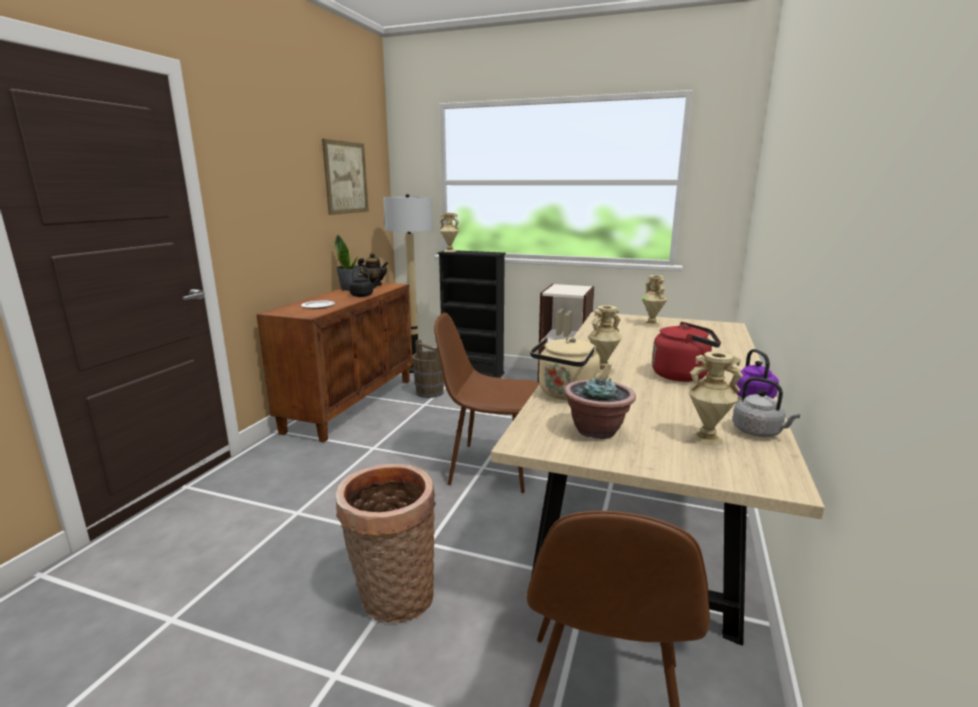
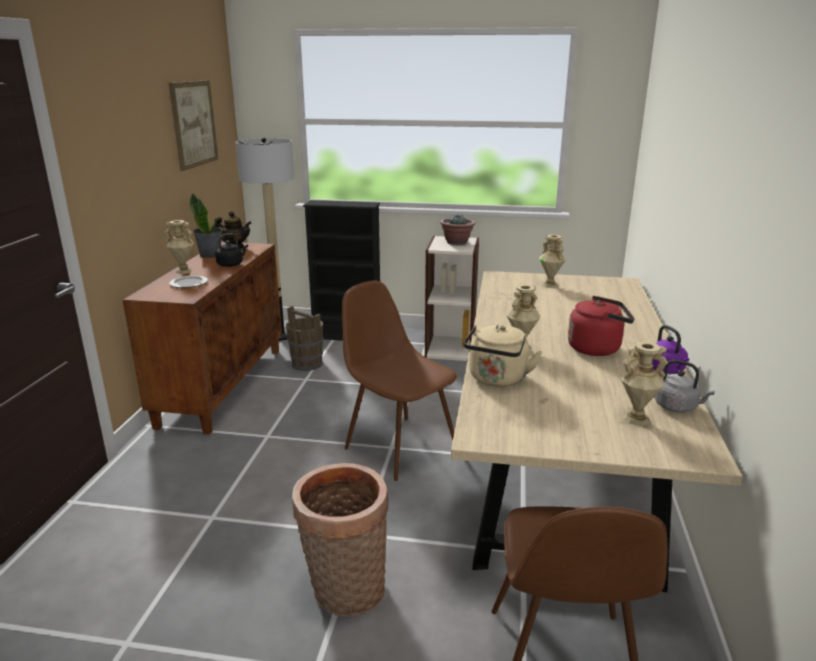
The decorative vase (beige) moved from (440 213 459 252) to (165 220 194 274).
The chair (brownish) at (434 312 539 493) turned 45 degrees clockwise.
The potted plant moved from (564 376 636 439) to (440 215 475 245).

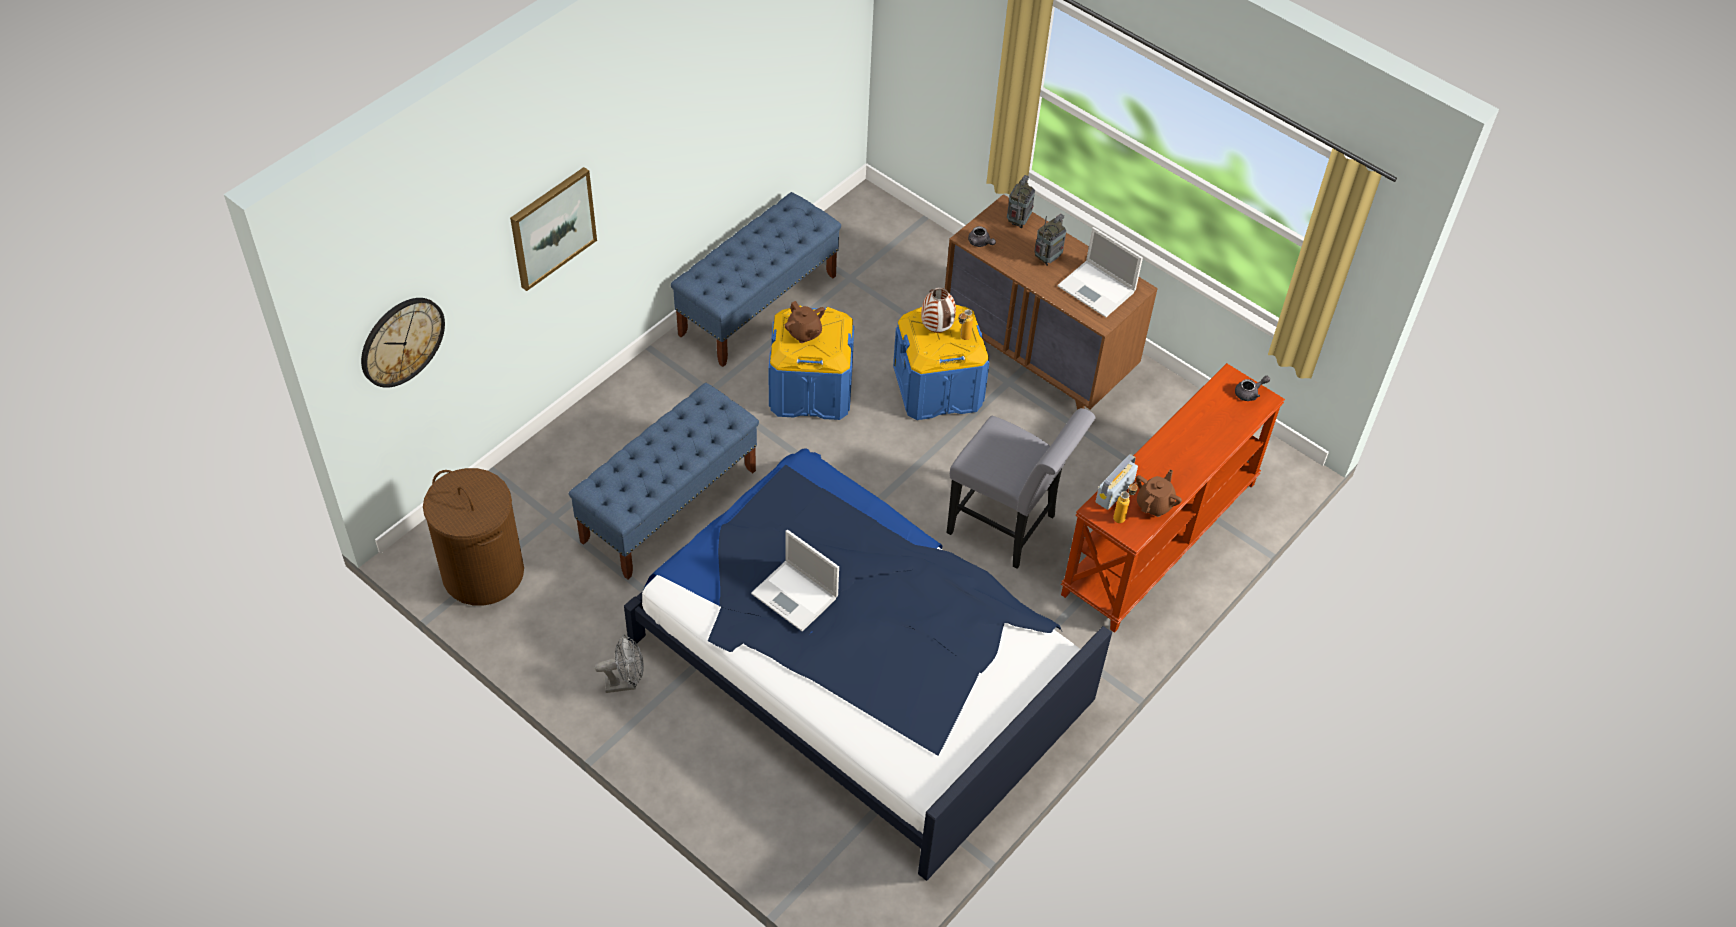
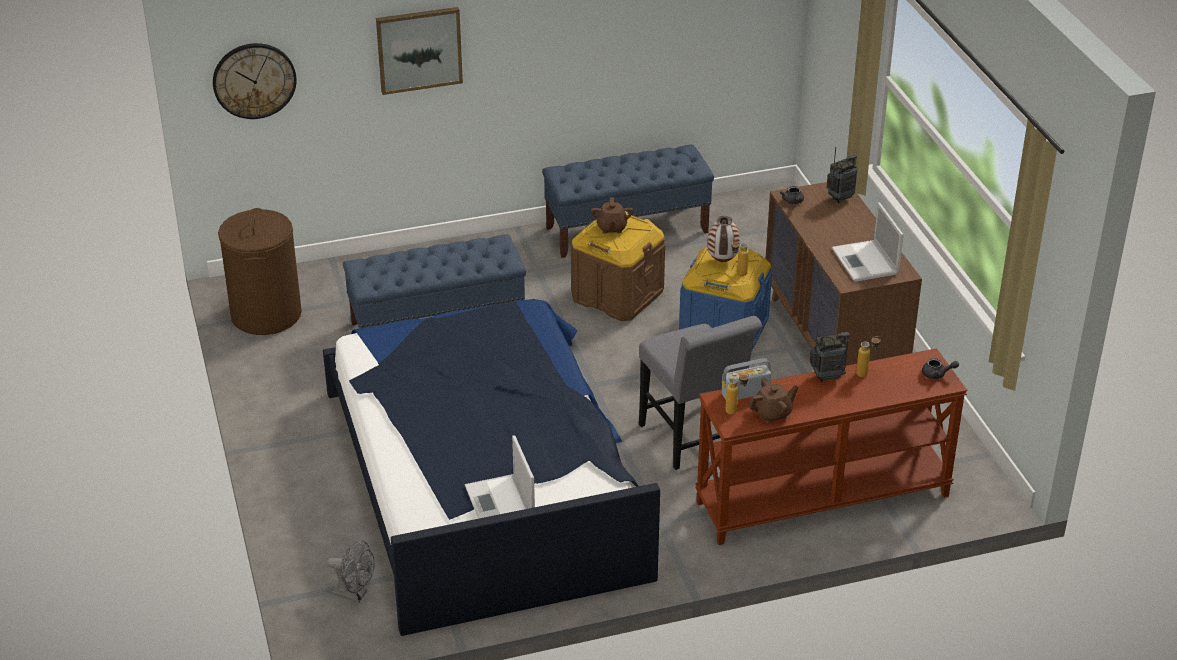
The electric fan (gray) moved from (595 635 644 693) to (327 540 375 602).
The notebook computer moved from (751 530 839 632) to (465 435 535 519).
The storage box (blue-coloured) at (768 306 854 420) became the storage box (brownish) at (571 211 665 322).
The radio set moved from (1034 214 1066 266) to (810 320 850 382).
The bottle at (856 336 881 377) appeared.

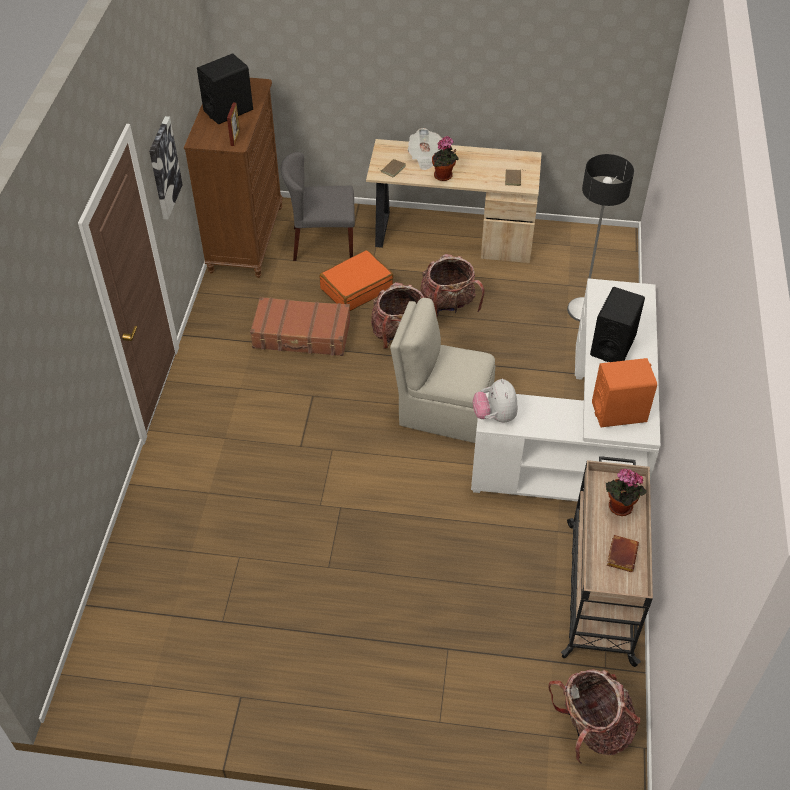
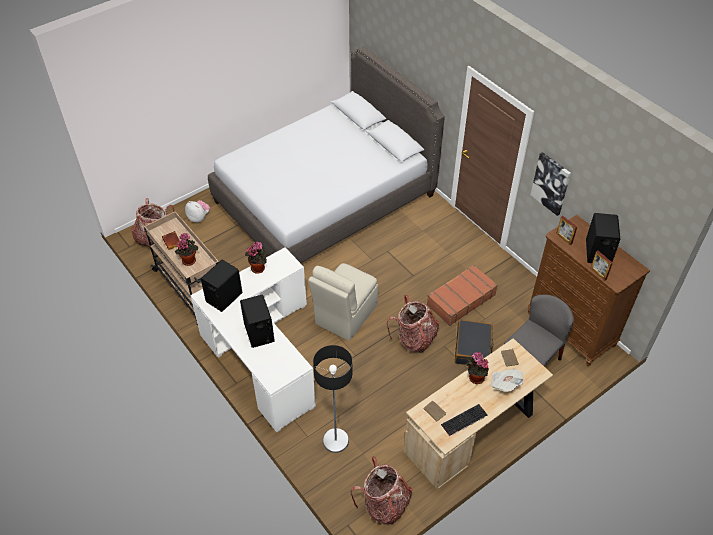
The soft toy moved from (473 379 518 422) to (185 200 210 223).
The audio speaker (orange-coloured) at (592 358 657 427) became the audio speaker (blackish) at (201 259 243 312).
The sleeping bed (gray) at (208 46 445 263) appeared.
The potted plant at (245 241 268 274) appeared.
The chair (beige) at (390 298 495 443) turned 150 degrees clockwise.
The backpack moved from (420 254 485 317) to (351 456 413 525).
The computer keyboard at (441 404 487 436) appeared.
The suitcase (orange-coloured) at (320 250 393 311) became the suitcase (blackish) at (455 320 494 365).
The standing frame at (591 251 613 281) appeared.

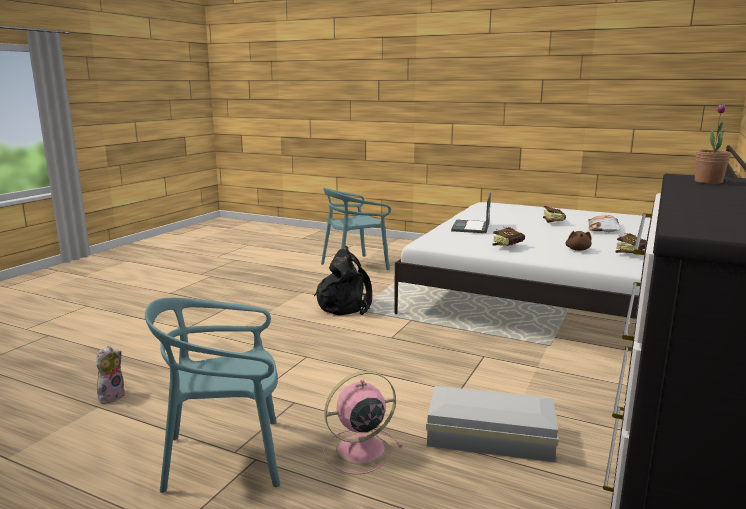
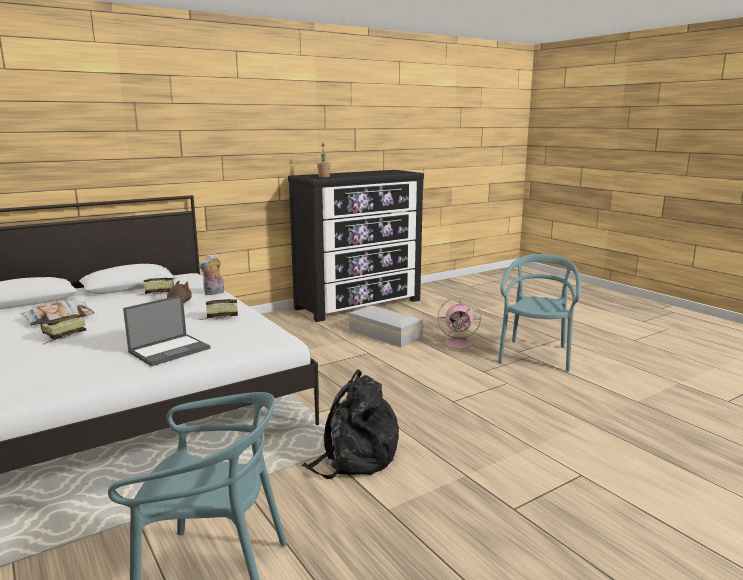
The soft toy moved from (96 346 125 404) to (199 254 224 295).
The chair (turquoise) at (145 298 280 493) turned 90 degrees counterclockwise.

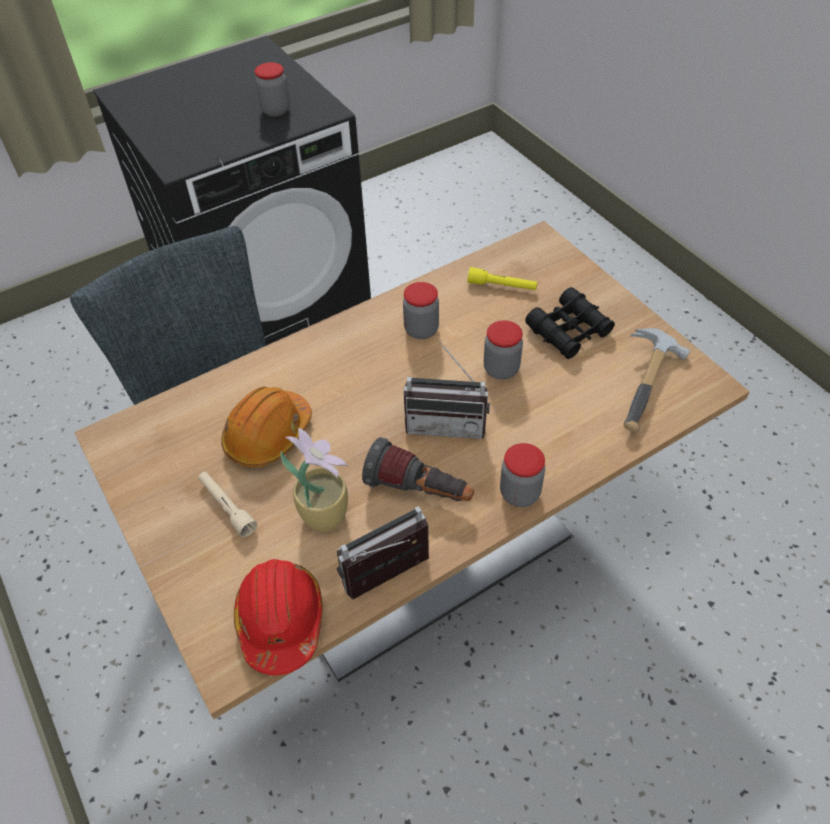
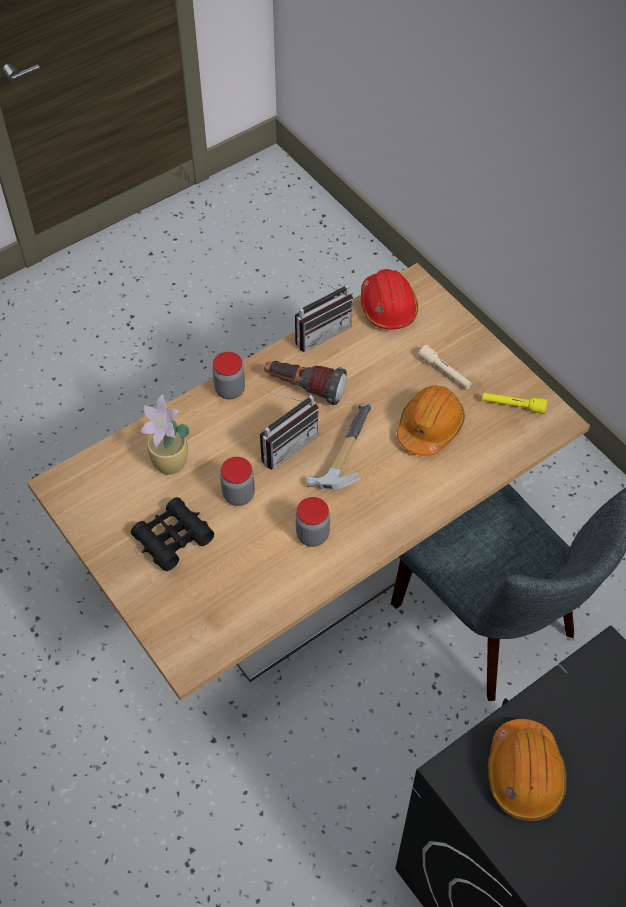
The potted plant moved from (281 428 348 532) to (141 394 190 475).
The radio set at (403 342 490 439) turned 135 degrees clockwise.
The hand hammer moved from (624 328 690 432) to (306 403 371 490).
The torch (yellow) moved from (468 267 537 290) to (482 393 547 414).
The jar at (254 62 290 117) was replaced by the work helmet (orange-coloured) at (488 719 567 821).

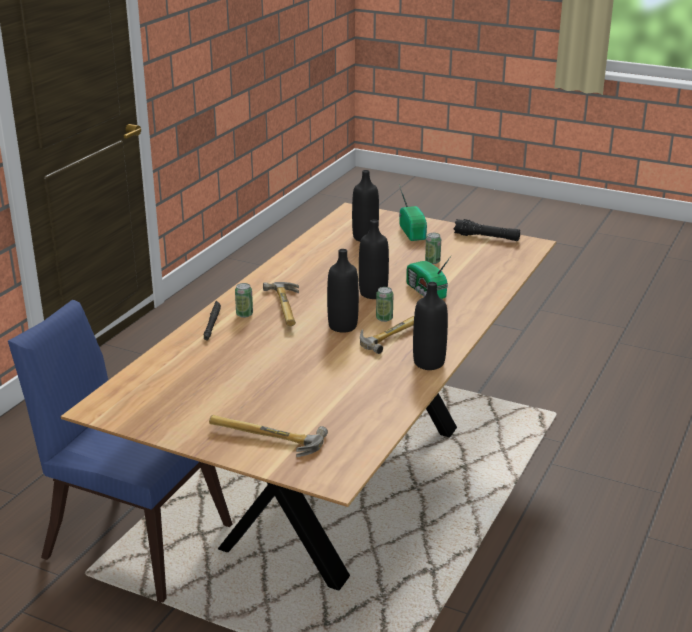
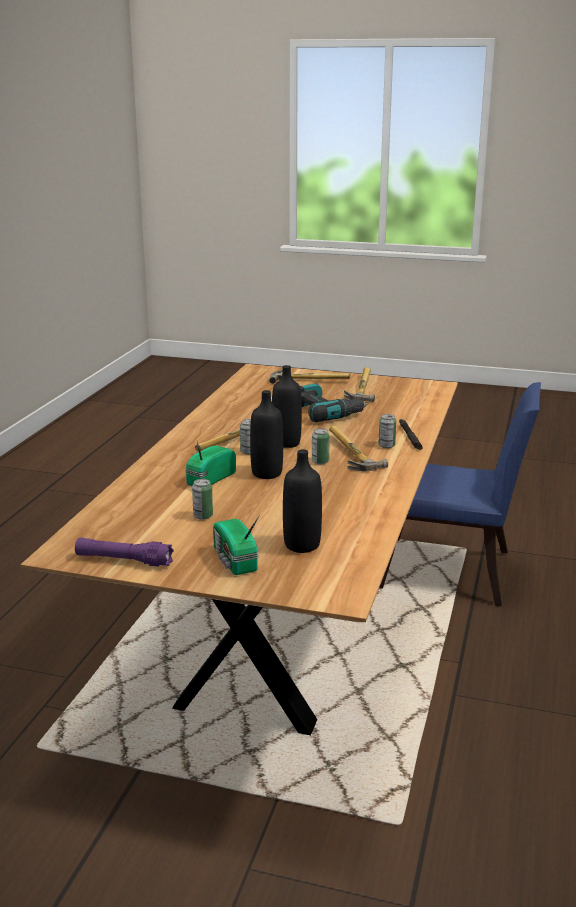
The torch (blackish) at (454 219 520 241) became the torch (purple) at (75 538 174 567).
The radio set at (407 255 452 299) turned 105 degrees counterclockwise.
The electric drill at (300 383 368 422) appeared.
The metal can at (312 428 330 464) appeared.
The hand hammer at (344 367 375 402) appeared.
The bottle (blackish) at (413 282 448 370) disappeared.

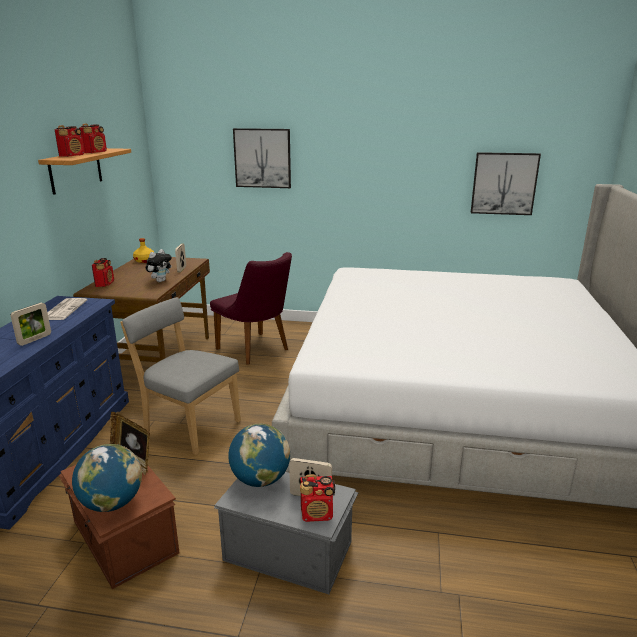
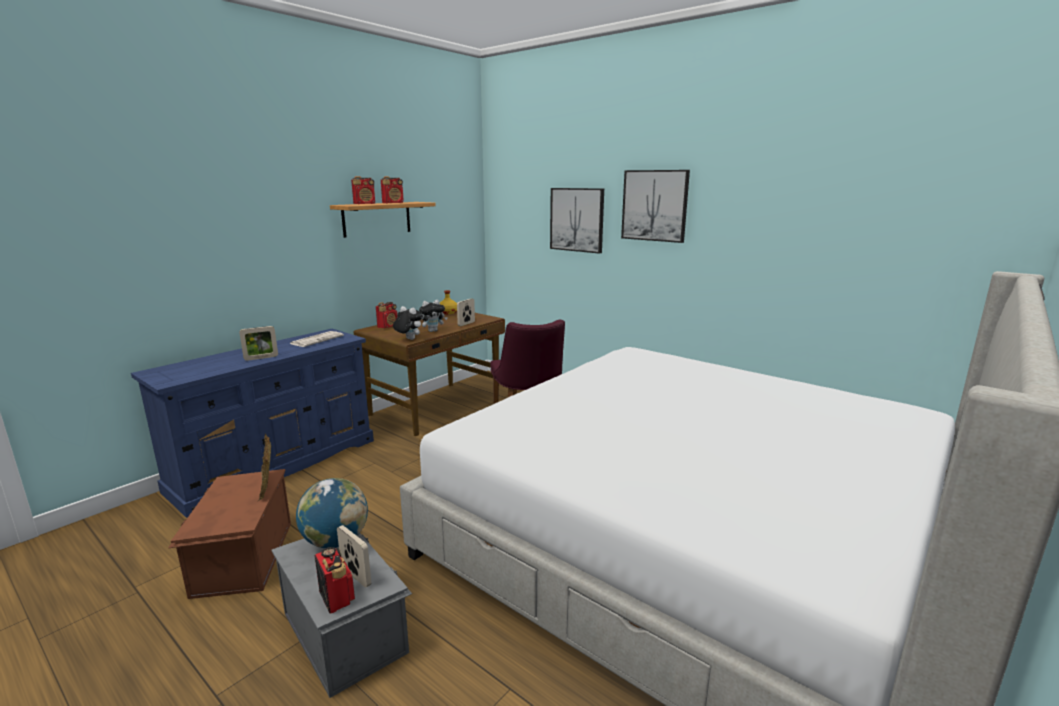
The radio set at (300 474 335 522) turned 150 degrees counterclockwise.
The soft toy at (393 306 423 340) appeared.
The wall picture moved from (471 152 541 215) to (621 170 690 243).
The globe at (72 444 142 512) disappeared.
The chair (gray) at (120 297 241 455) disappeared.

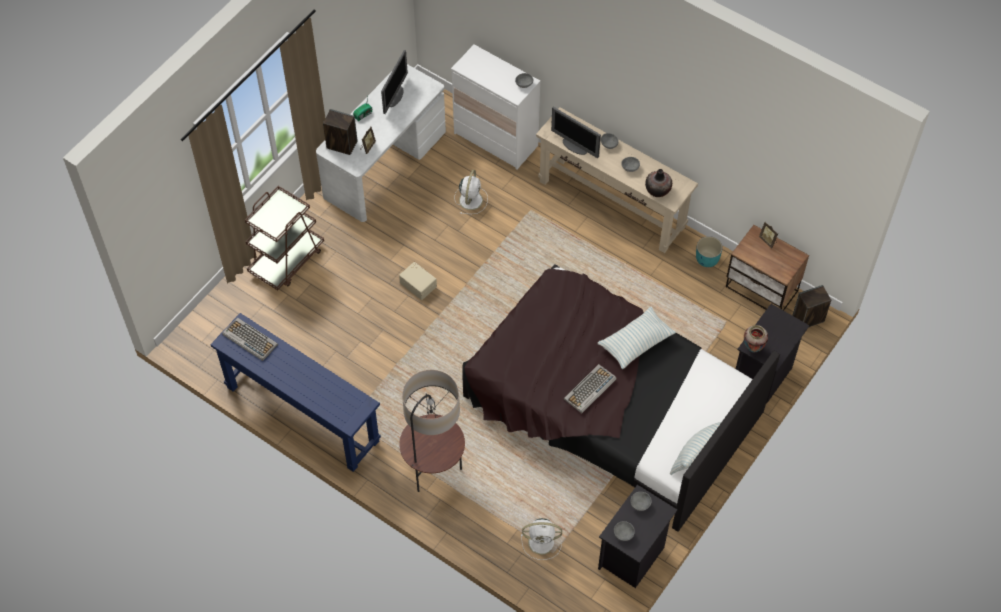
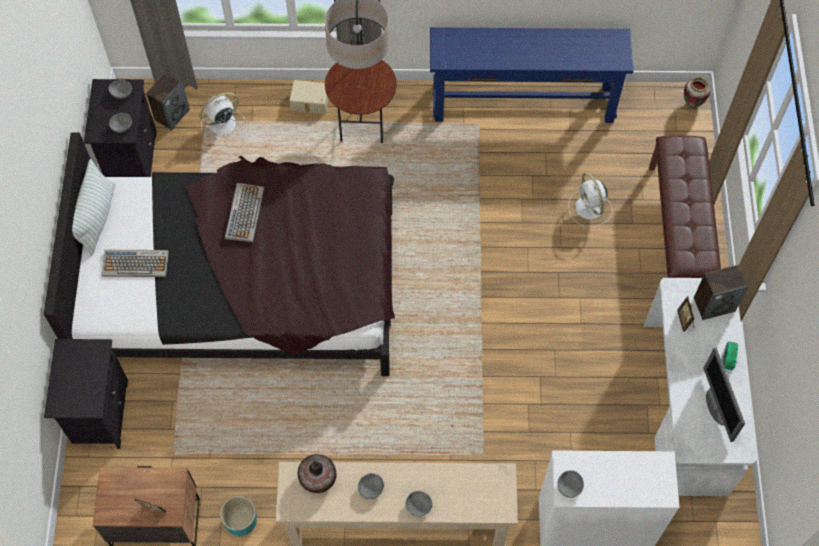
The computer keyboard moved from (222 318 278 361) to (102 250 169 277).
The audio speaker moved from (793 285 831 327) to (146 73 190 130).
The storage box (beige) moved from (399 262 437 300) to (289 80 329 114).
The electric fan (white) moved from (455 170 488 214) to (568 172 613 227).
The trolley (brownish) at (245 186 324 290) was replaced by the long seat (brownish) at (649 135 721 278).
The decorative vase moved from (744 325 768 352) to (684 77 711 108).
The monitor at (551 107 601 158) disappeared.
The throw pillow at (598 307 676 369) disappeared.

